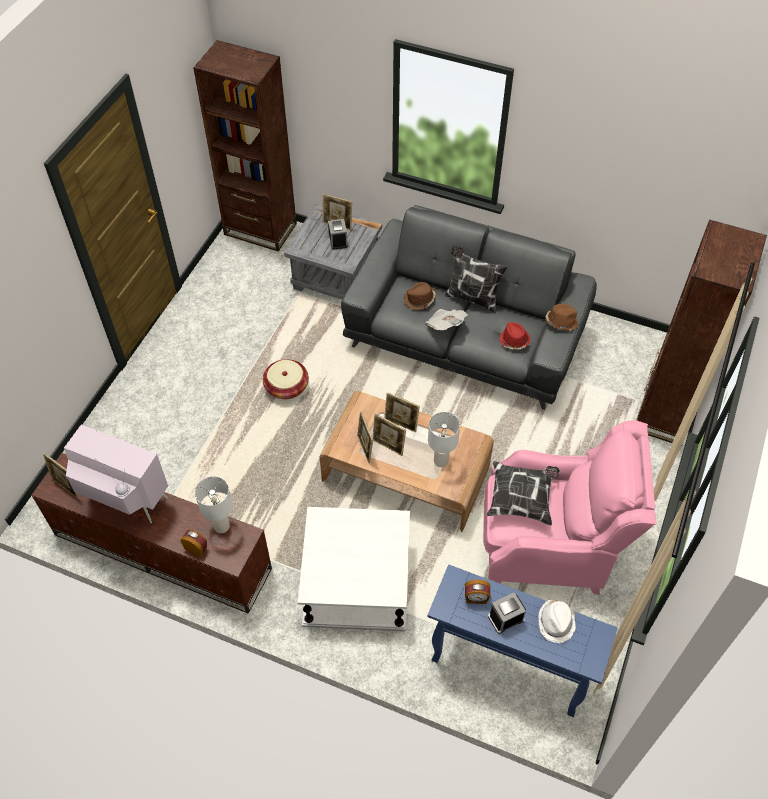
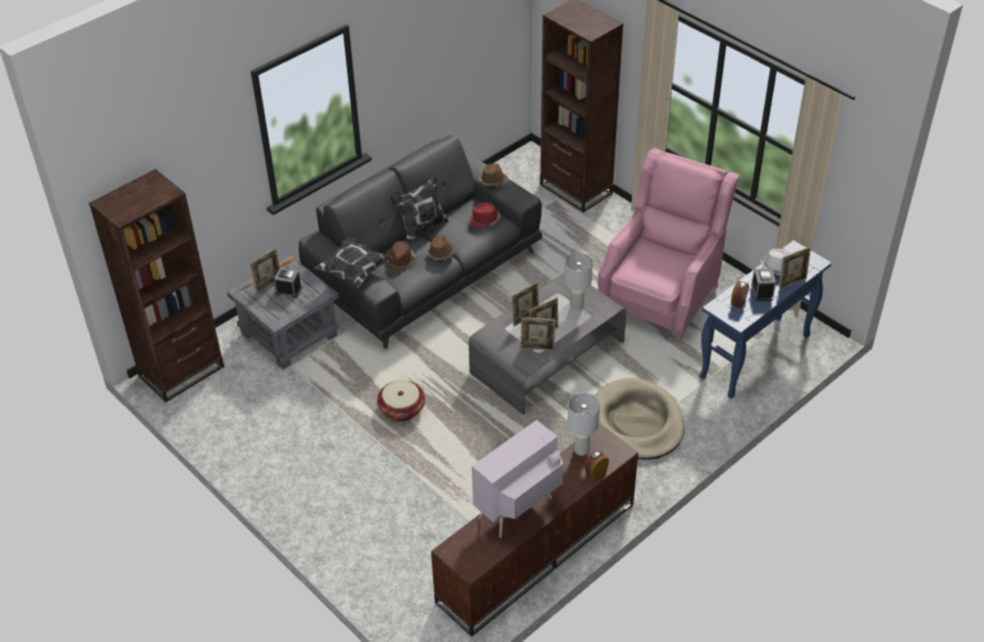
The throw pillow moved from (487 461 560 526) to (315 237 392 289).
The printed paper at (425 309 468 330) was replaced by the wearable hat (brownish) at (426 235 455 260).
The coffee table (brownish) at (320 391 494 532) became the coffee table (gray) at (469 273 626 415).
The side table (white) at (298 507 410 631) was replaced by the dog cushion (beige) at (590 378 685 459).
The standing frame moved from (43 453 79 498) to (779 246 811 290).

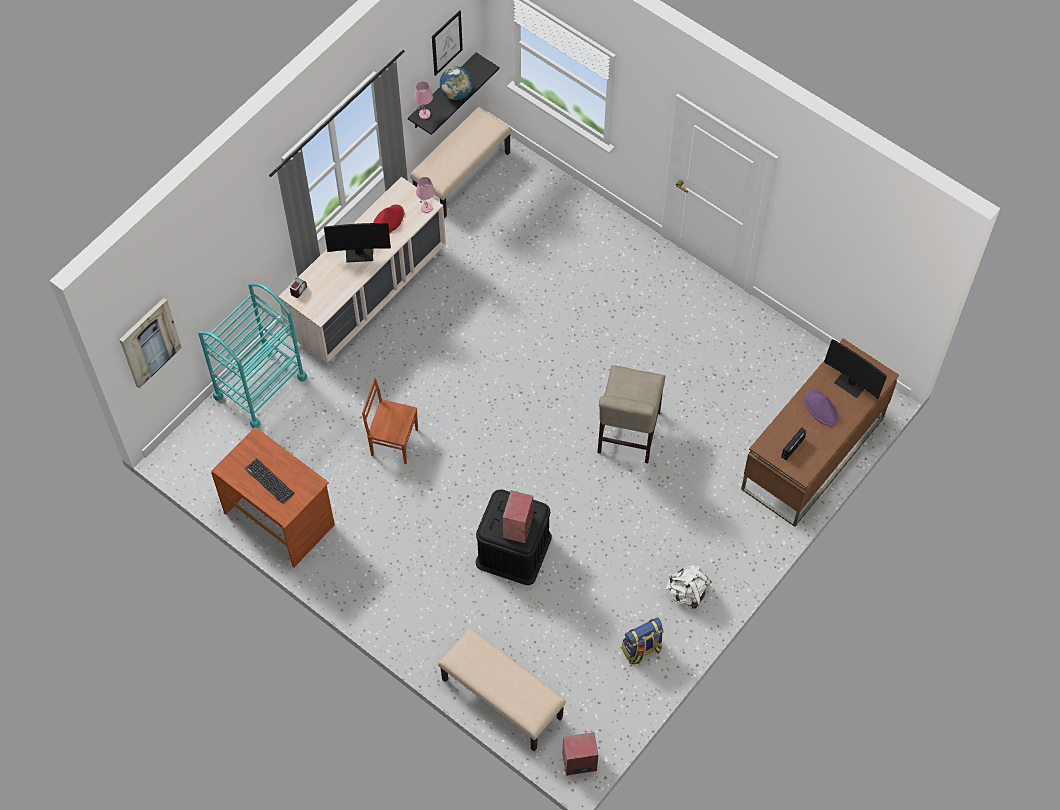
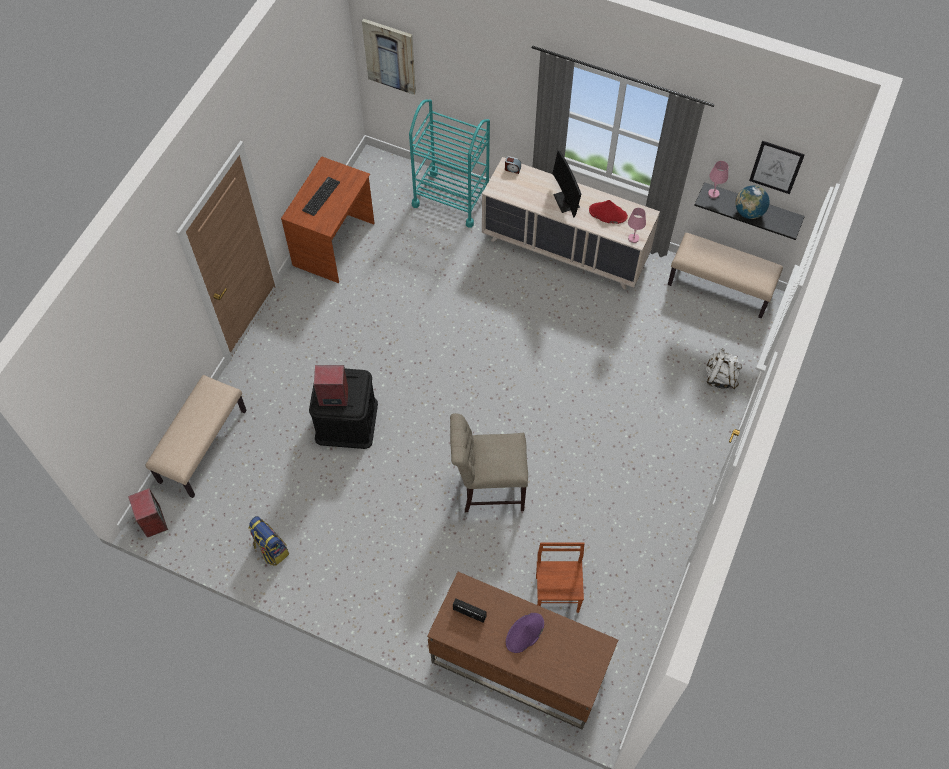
The chair (brownish) moved from (362 378 418 464) to (536 542 584 613).
The backpack (white) moved from (666 565 711 609) to (706 348 742 389).
The monitor at (824 339 887 399) disappeared.

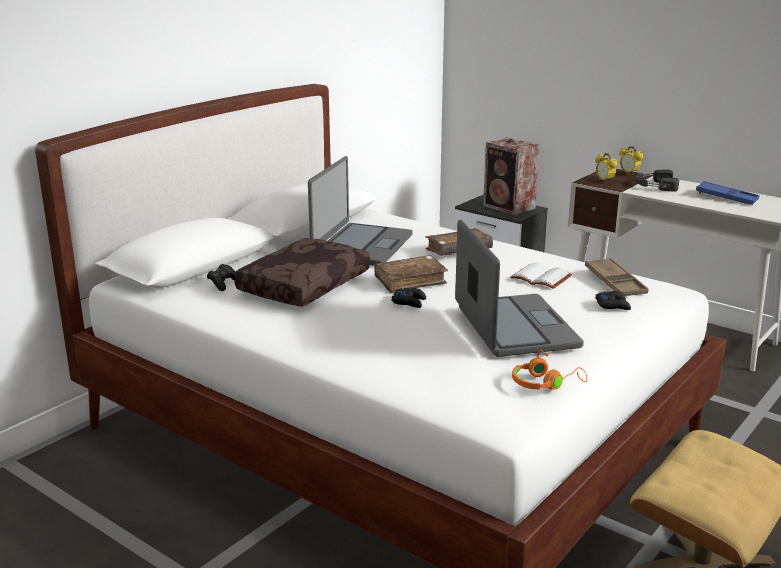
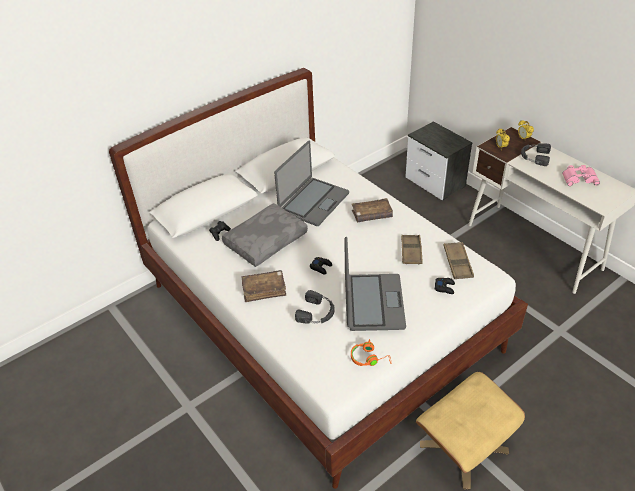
The throw pillow (brownish) at (234 238 370 307) became the throw pillow (gray) at (222 203 308 267).
The book (brownish) moved from (374 255 448 293) to (242 270 286 302).
The pair of headphones (blackish) at (295 290 335 324) appeared.
The book (white) at (510 263 572 289) was replaced by the carrying tray (brownish) at (401 235 423 264).
The carrying tray (blue-coloured) at (696 181 759 205) was replaced by the pair of binoculars (pink-coloured) at (562 165 600 186).
The audio speaker at (483 137 540 215) disappeared.

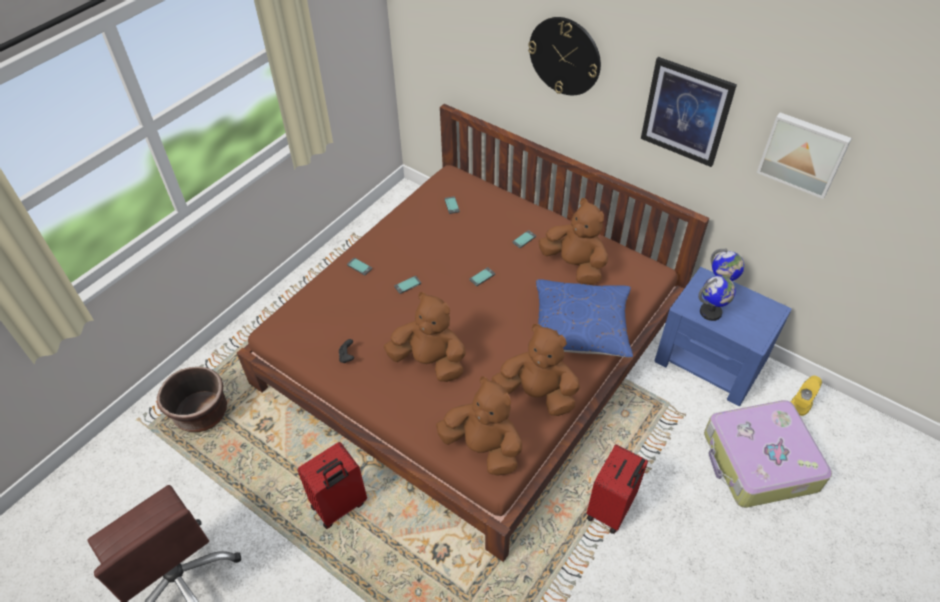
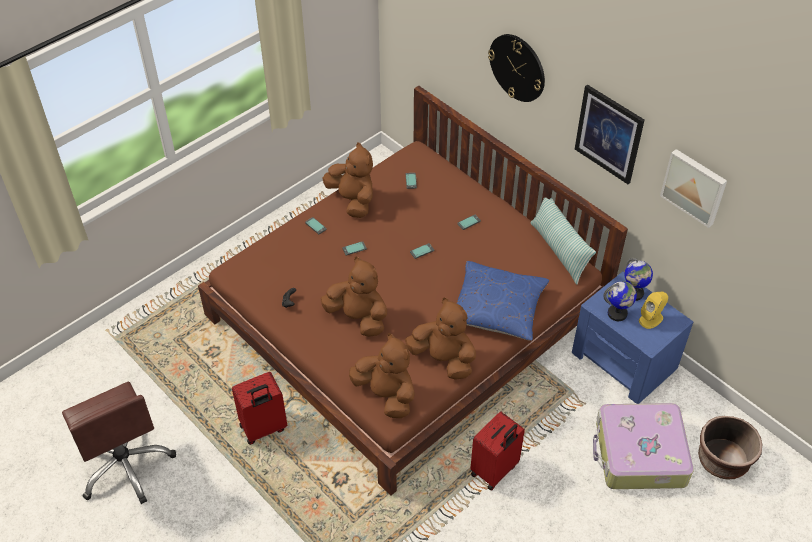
The soft toy (brownish) moved from (538 198 608 285) to (322 142 373 218).
The throw pillow at (530 197 596 285) appeared.
The audio speaker (yellow) moved from (791 376 822 416) to (639 292 668 329).
The flower pot (brownish) moved from (157 367 227 432) to (698 416 762 480).

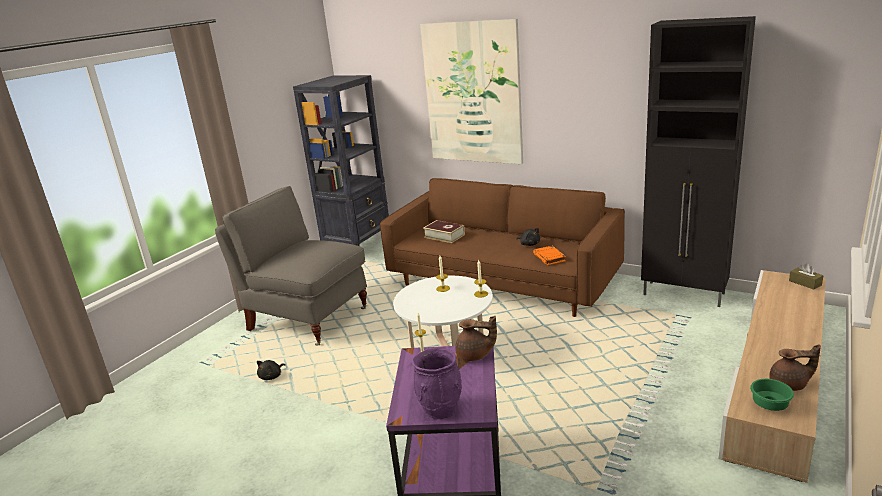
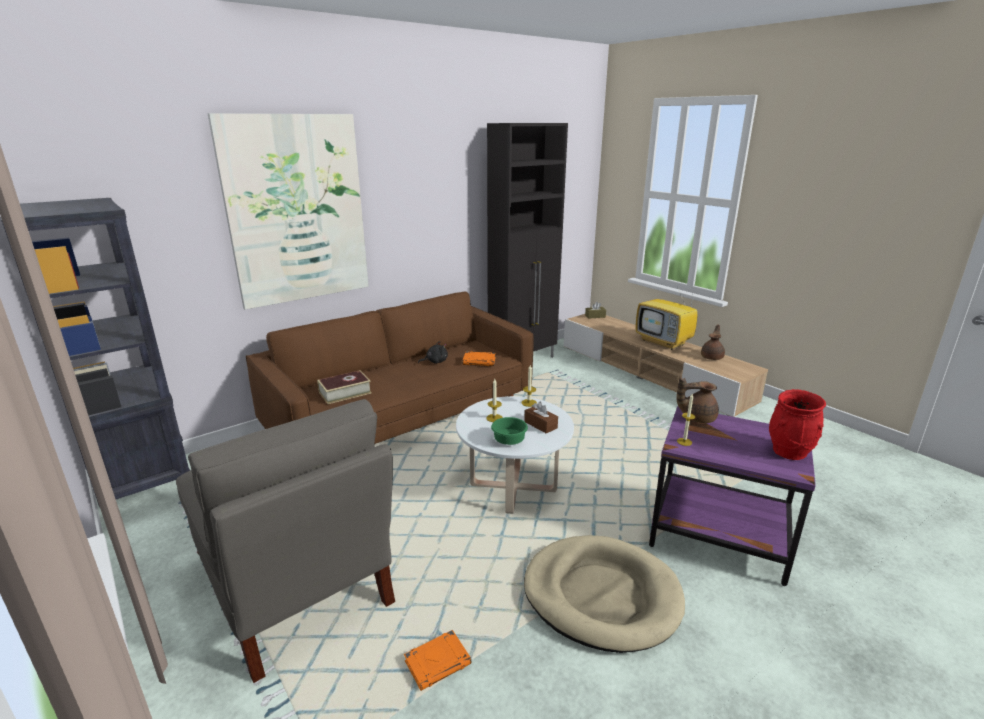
The lounge chair (gray) at (215 186 367 346) turned 90 degrees counterclockwise.
The soft toy (blackish) at (257 360 285 380) was replaced by the book (orange-coloured) at (404 630 471 691).
The serving bowl (green-coloured) moved from (750 379 794 411) to (491 417 528 445).
The box of tissues (brownish) at (524 402 558 433) appeared.
The dog cushion (beige) at (524 535 685 653) appeared.
The television at (636 283 698 350) appeared.
The pot for tea (brownish) at (455 316 497 361) turned 120 degrees counterclockwise.
The decorative vase (purple) at (412 348 462 419) became the decorative vase (reddish) at (769 389 826 460).

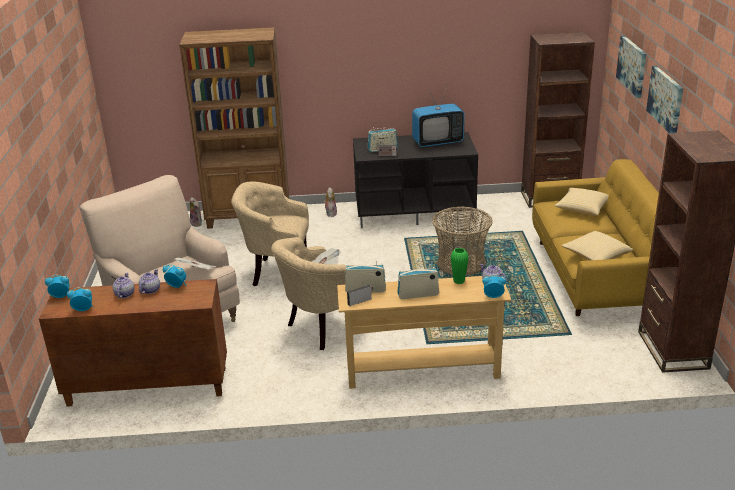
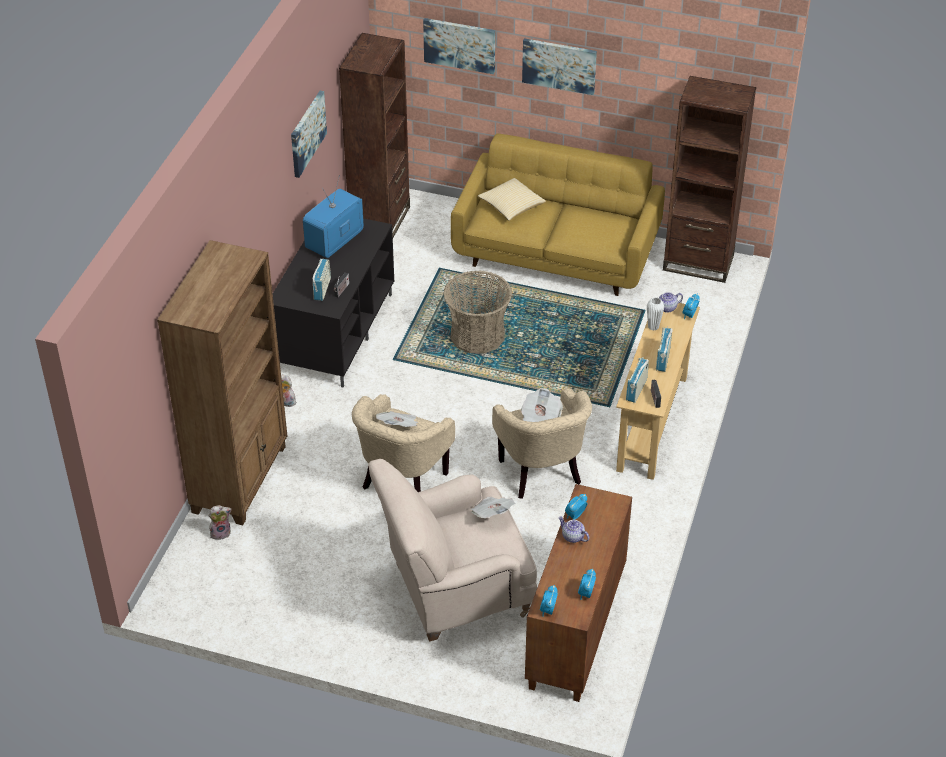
The wall picture at (291 91 327 178) appeared.
The television at (412 85 465 147) turned 150 degrees counterclockwise.
The printed paper at (376 411 418 427) appeared.
The decorative vase (green-coloured) at (451 248 469 284) became the decorative vase (white) at (647 297 664 331).
The pot for tea at (113 273 135 298) disappeared.
The throw pillow at (562 231 633 260) disappeared.

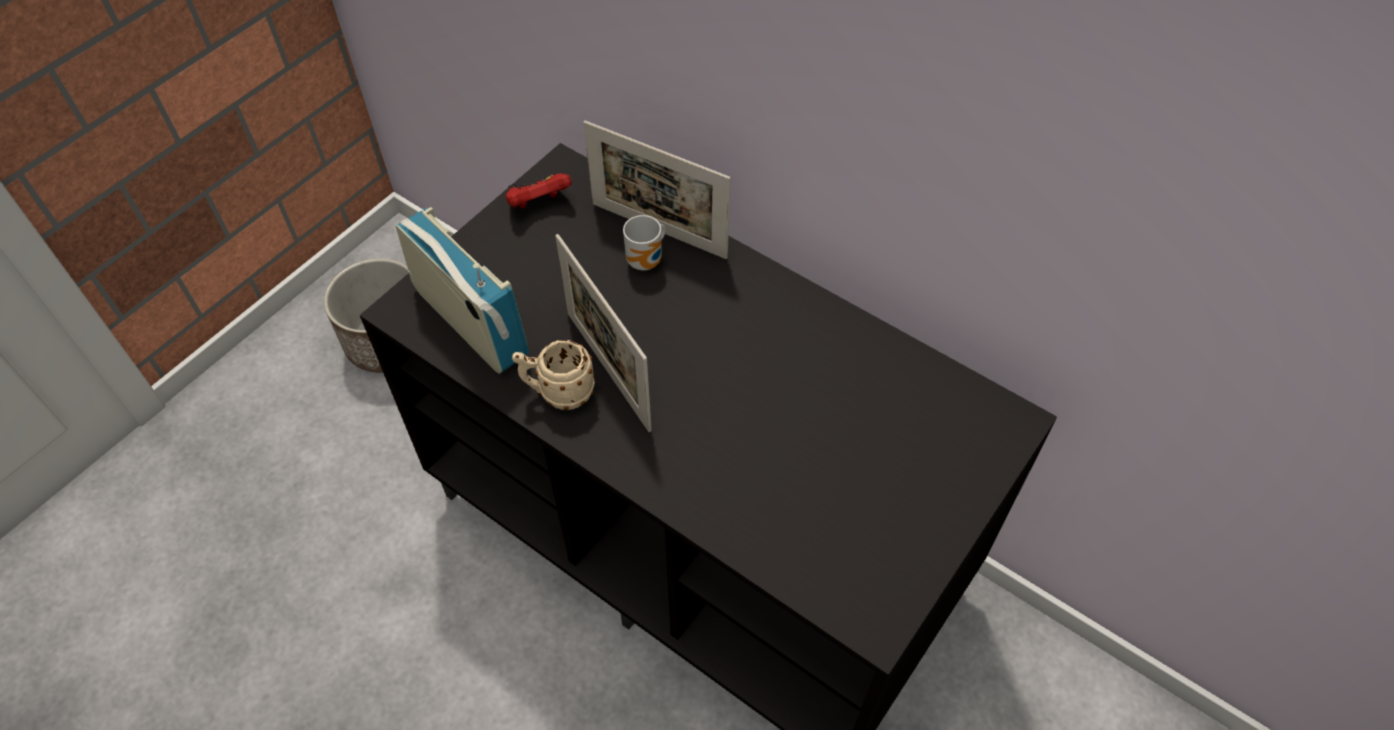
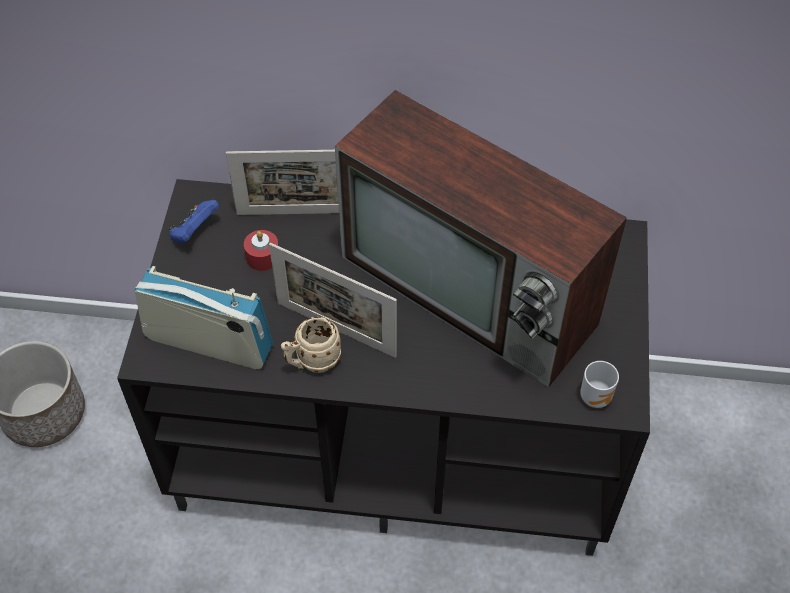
The joypad (reddish) at (506 174 572 209) became the joypad (blue-coloured) at (168 200 220 243).
The candle (reddish) at (244 230 279 271) appeared.
The television at (335 90 627 388) appeared.
The mug moved from (623 215 666 271) to (580 361 619 408).

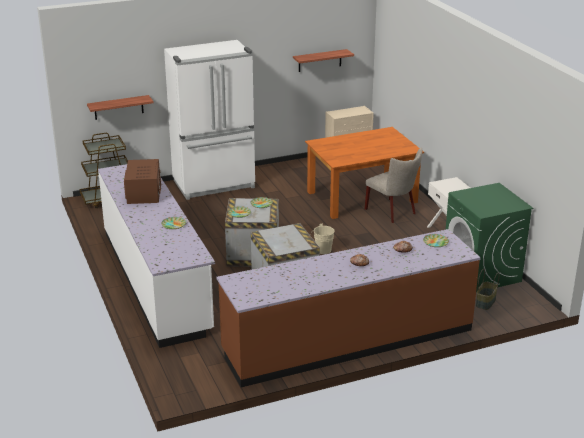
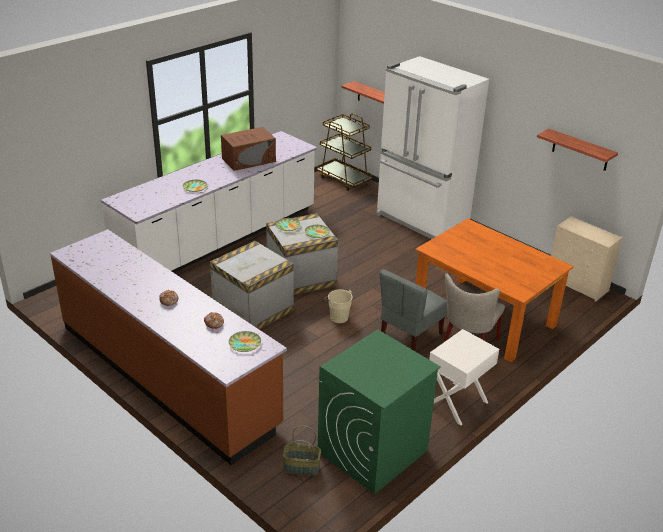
The chair (gray) at (380 269 447 352) appeared.

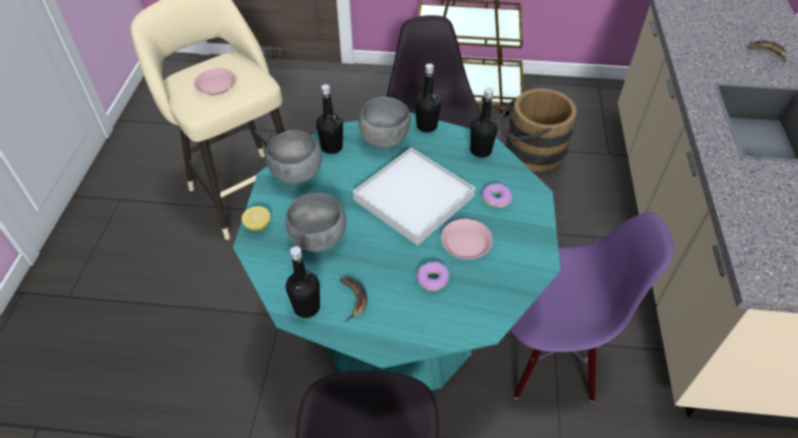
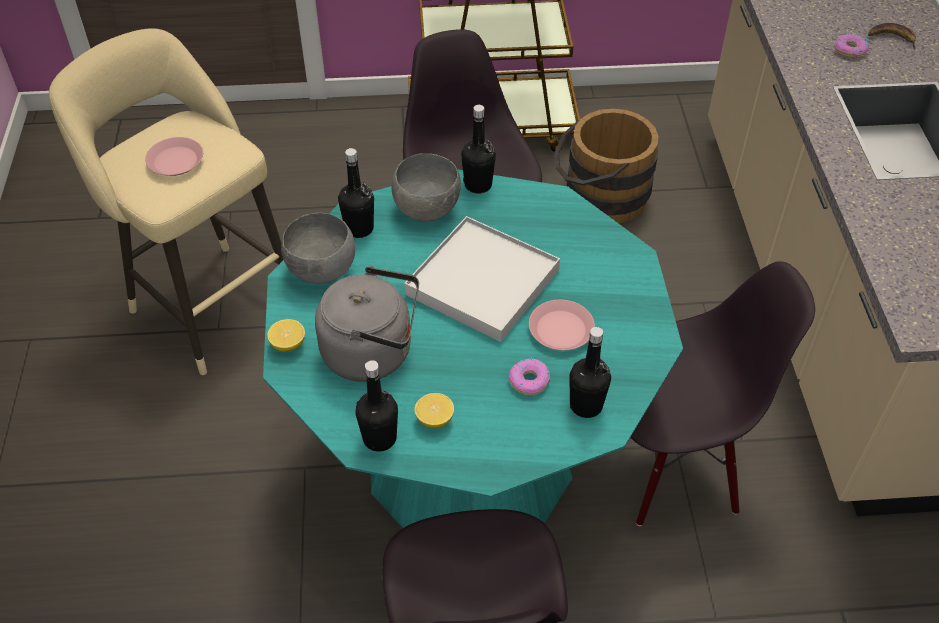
The serving bowl (gray) at (285 193 346 252) was replaced by the kettle (gray) at (315 266 419 382).
The banana at (340 277 367 322) was replaced by the whole lemon at (414 393 454 428).
The bottle (blackish) moved from (470 88 498 158) to (569 327 611 418).
The chair (purple) at (510 212 674 402) became the chair (blackish) at (630 261 815 526).
The donut moved from (482 183 512 208) to (835 33 869 58).

